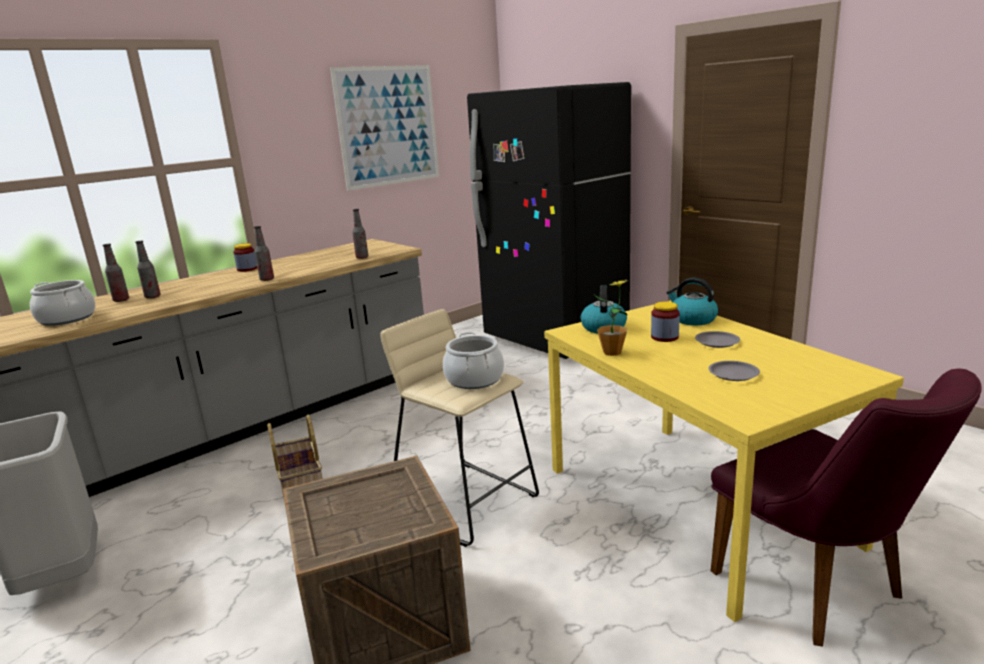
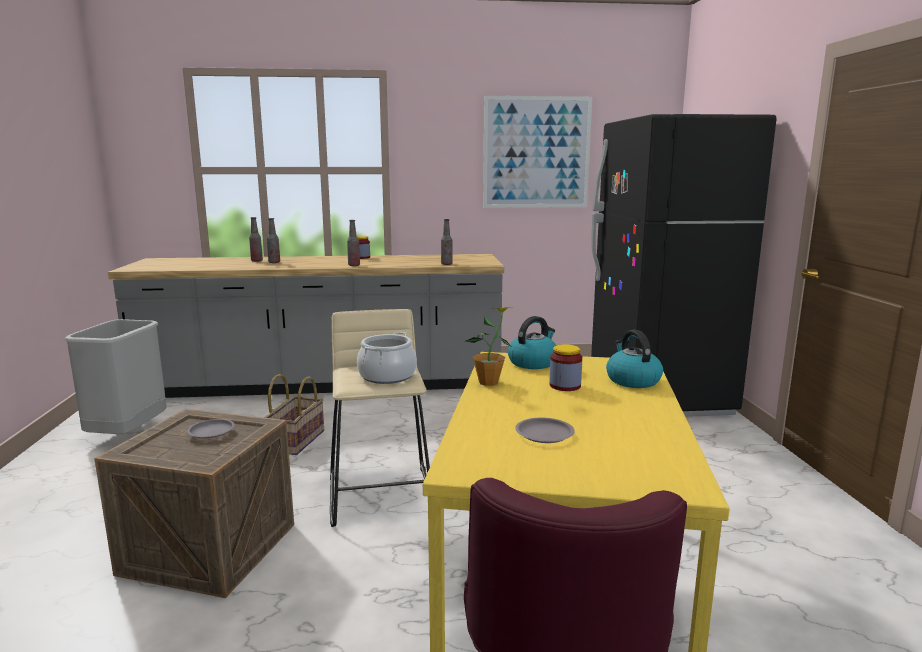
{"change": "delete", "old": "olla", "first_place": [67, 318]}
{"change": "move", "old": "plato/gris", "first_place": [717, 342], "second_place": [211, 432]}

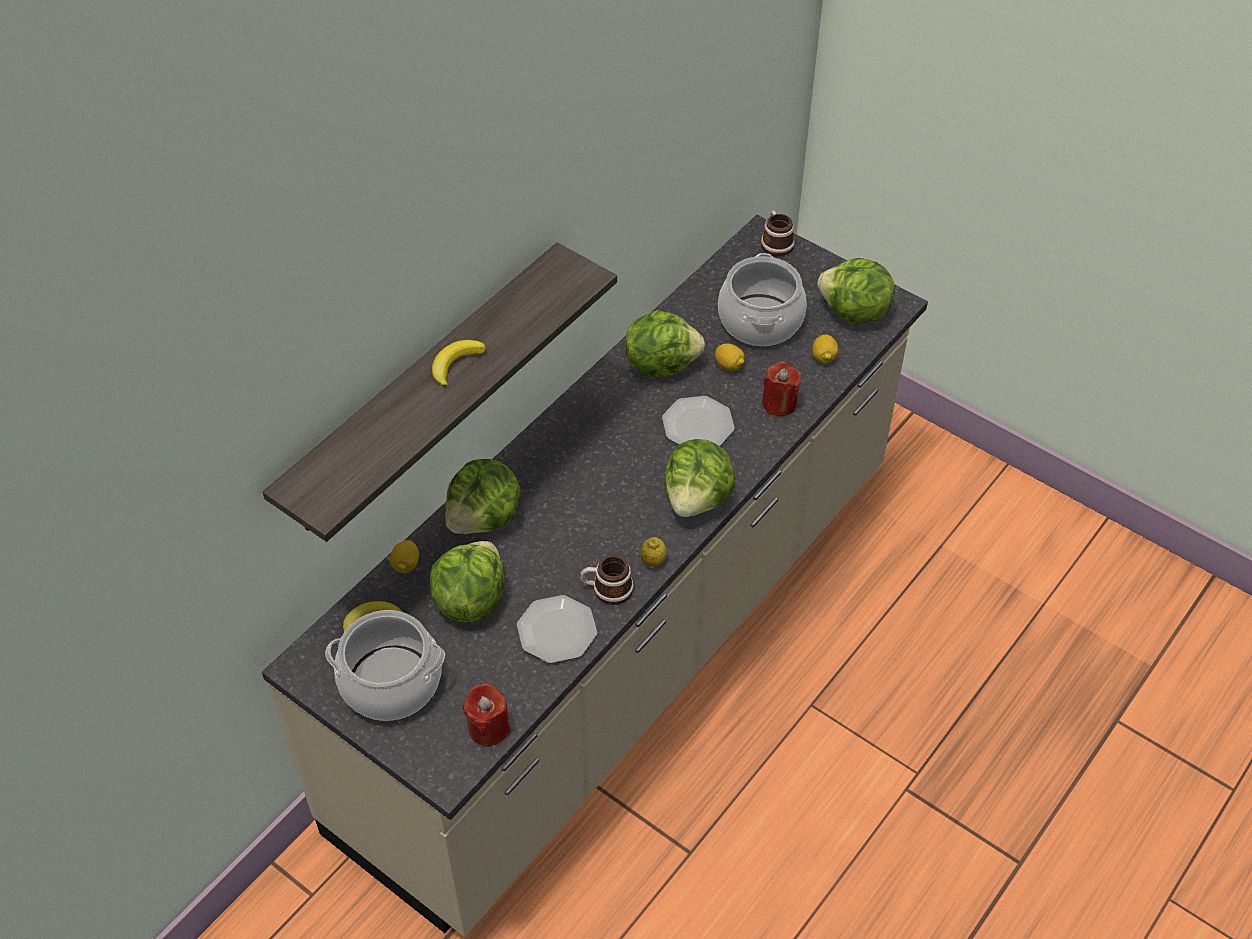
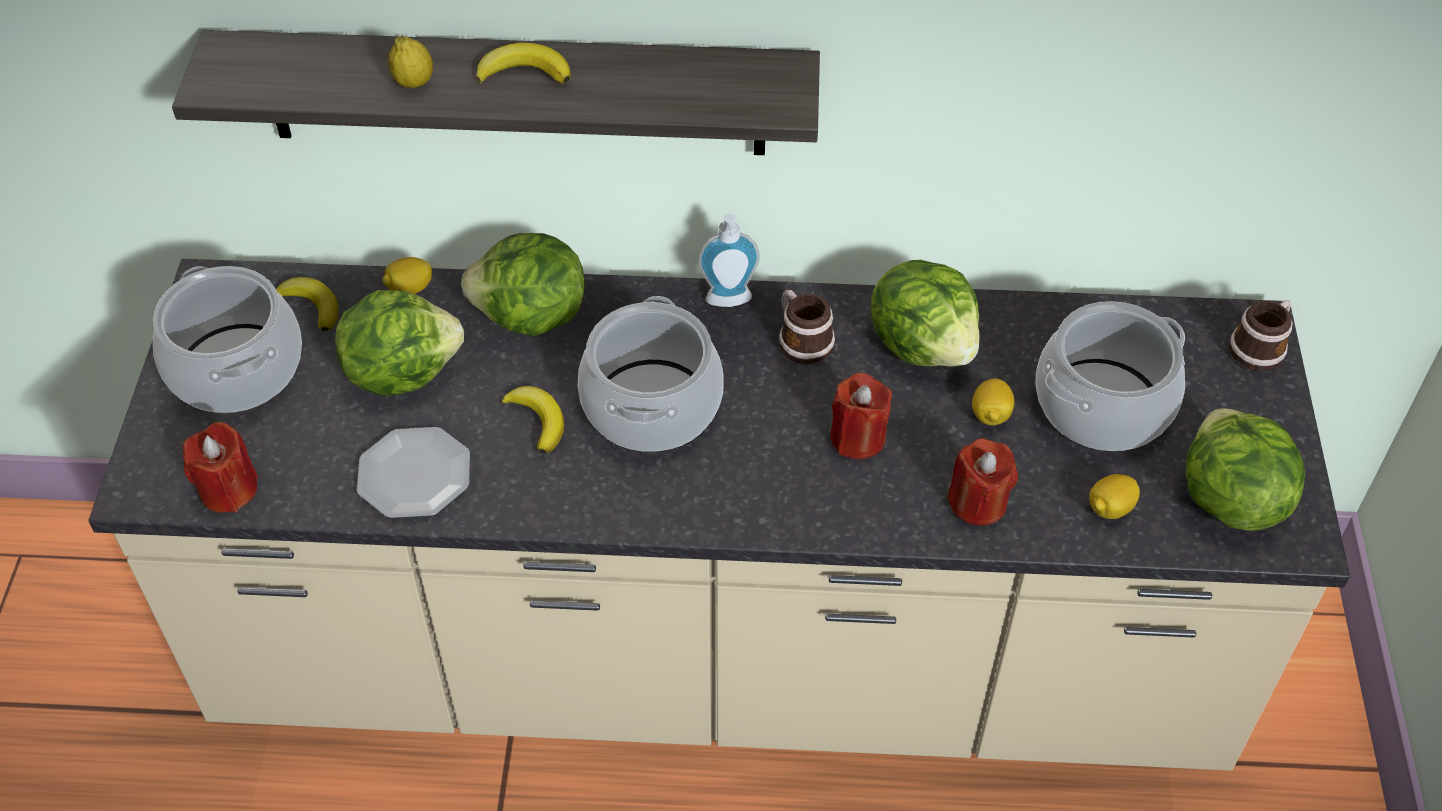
{"change": "replace", "old": "plato", "new": "vela/rojo", "first_place": [698, 425], "second_place": [858, 438]}
{"change": "delete", "old": "lechuga", "first_place": [697, 499]}
{"change": "move", "old": "limón", "first_place": [653, 561], "second_place": [414, 83]}
{"change": "move", "old": "taza grande", "first_place": [607, 589], "second_place": [801, 339]}
{"change": "insert", "new": "dispensador de jabón", "second_place": [729, 302]}
{"change": "insert", "new": "olla", "second_place": [651, 405]}
{"change": "insert", "new": "plátano", "second_place": [538, 420]}

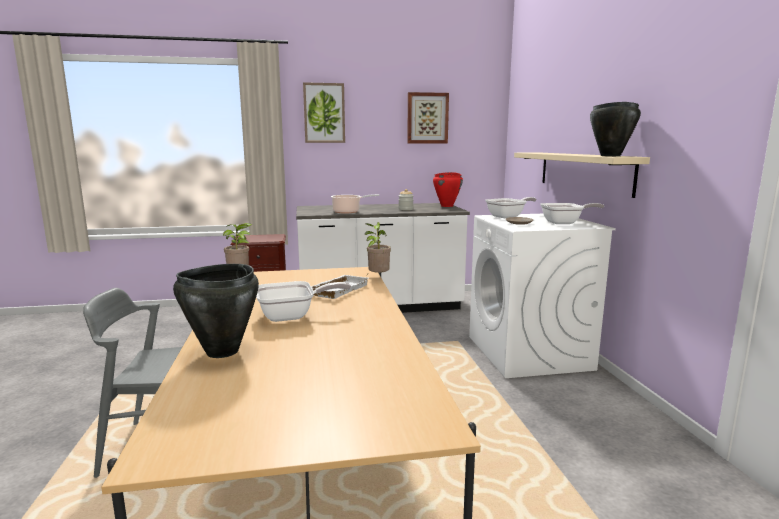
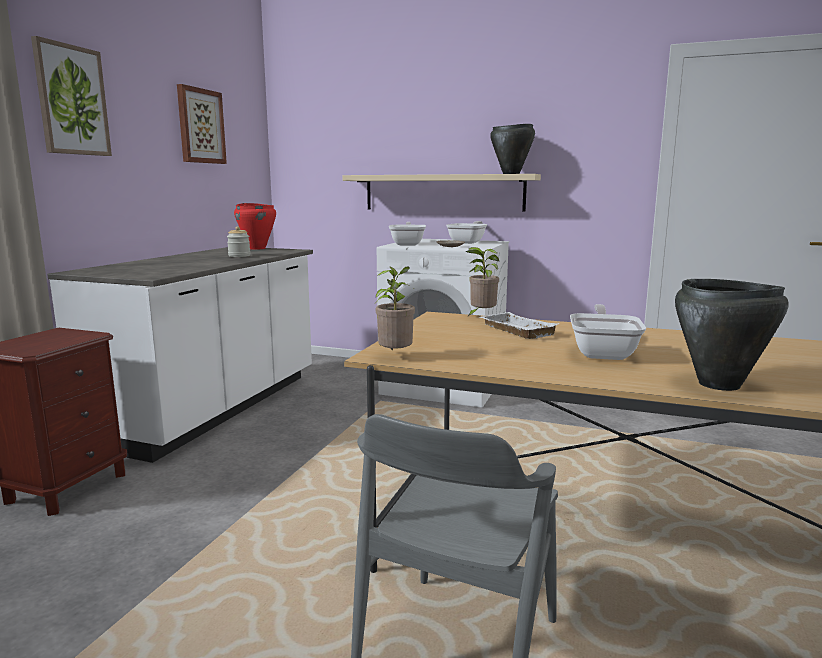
{"change": "delete", "old": "olla", "first_place": [348, 212]}

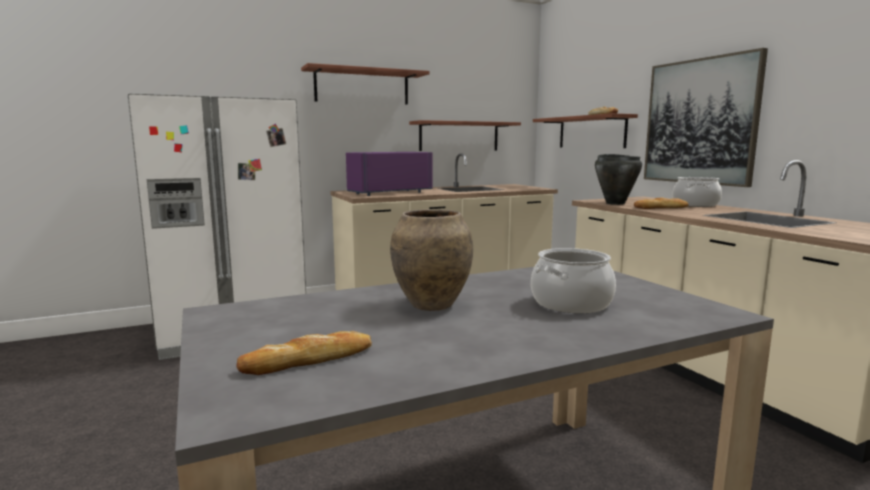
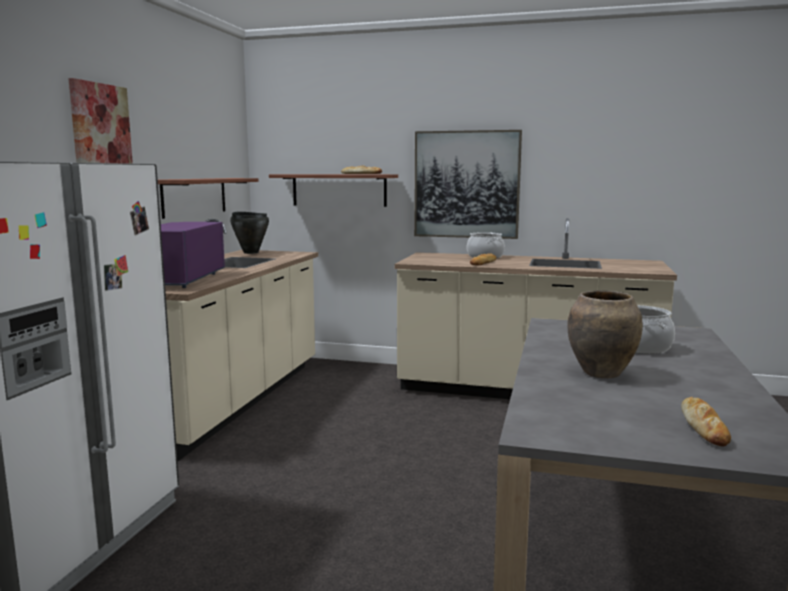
{"change": "replace", "old": "estante", "new": "cuadro", "first_place": [362, 87], "second_place": [101, 132]}
{"change": "move", "old": "olla/negro", "first_place": [615, 203], "second_place": [251, 252]}

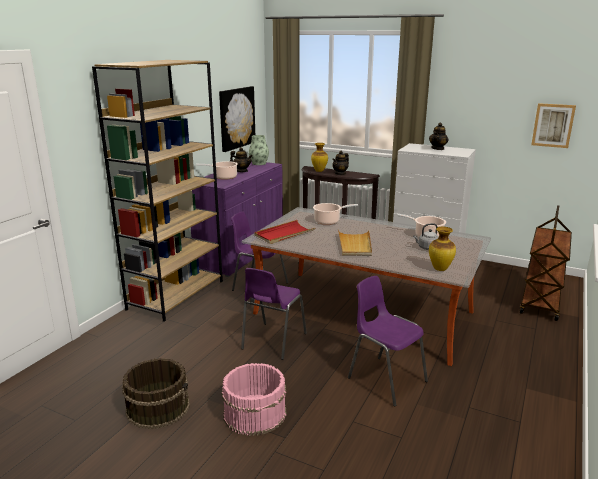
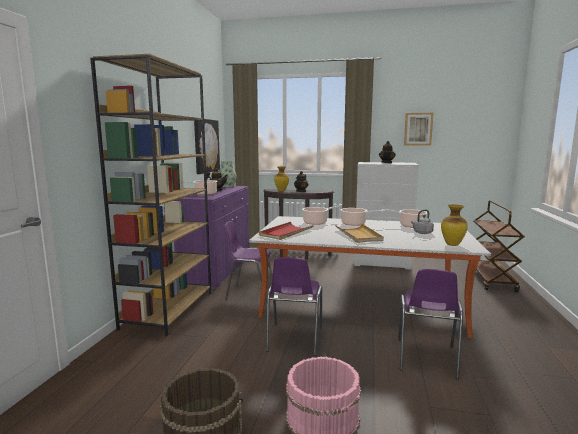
{"change": "move", "old": "cuadro", "first_place": [553, 125], "second_place": [418, 129]}
{"change": "rotate", "old": "silla/morado", "first_place": [385, 379], "second_place": [426, 358], "degrees": -105}
{"change": "insert", "new": "olla", "second_place": [355, 224]}

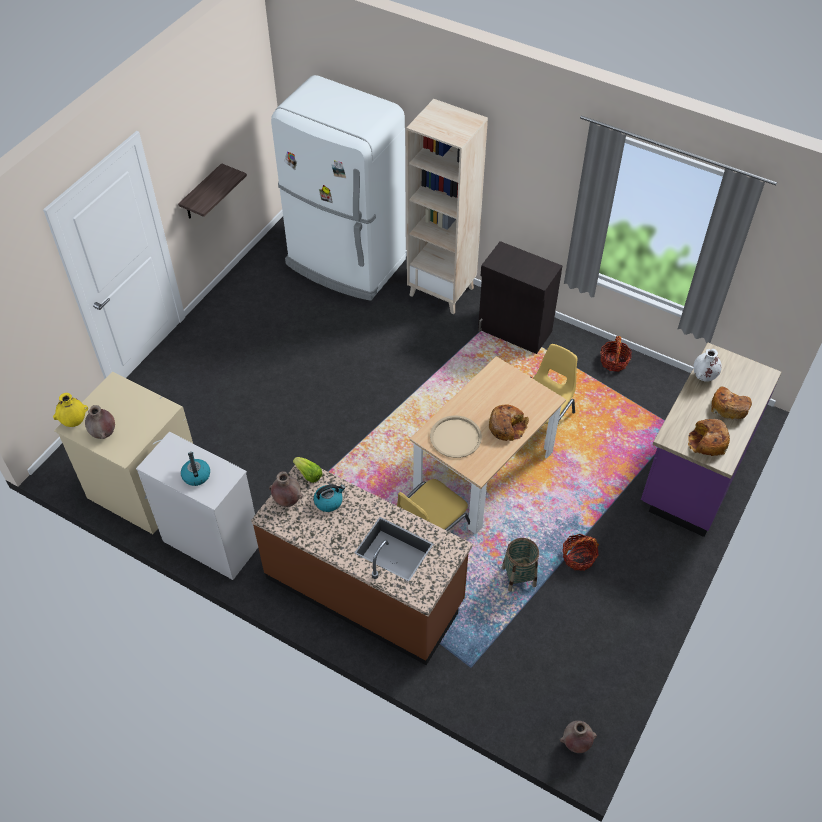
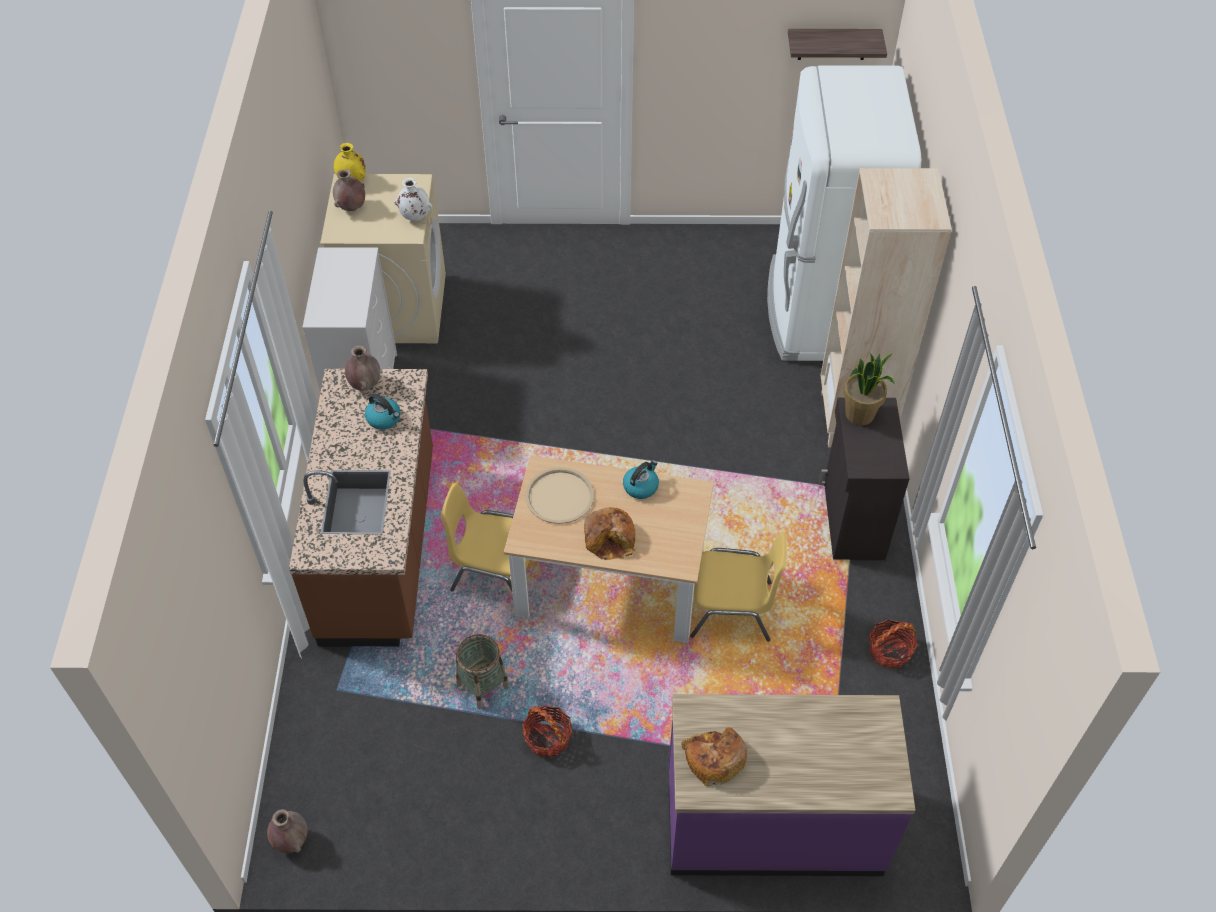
{"change": "move", "old": "estante", "first_place": [202, 193], "second_place": [832, 44]}
{"change": "move", "old": "florero/blanco", "first_place": [703, 377], "second_place": [415, 217]}
{"change": "delete", "old": "pan", "first_place": [729, 406]}
{"change": "move", "old": "hervidor", "first_place": [196, 475], "second_place": [641, 486]}
{"change": "delete", "old": "lechuga", "first_place": [308, 474]}
{"change": "insert", "new": "planta en maceta", "second_place": [860, 414]}

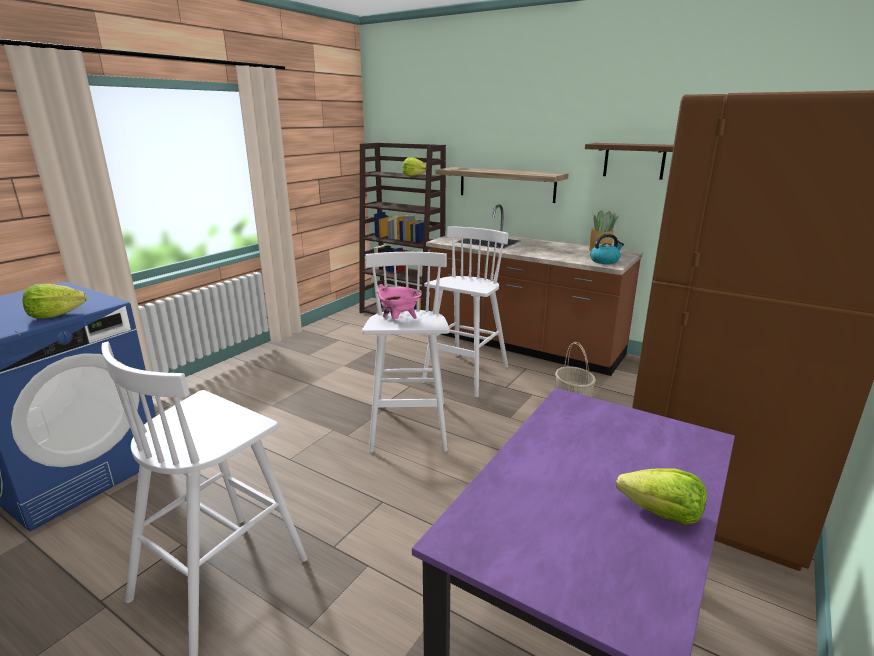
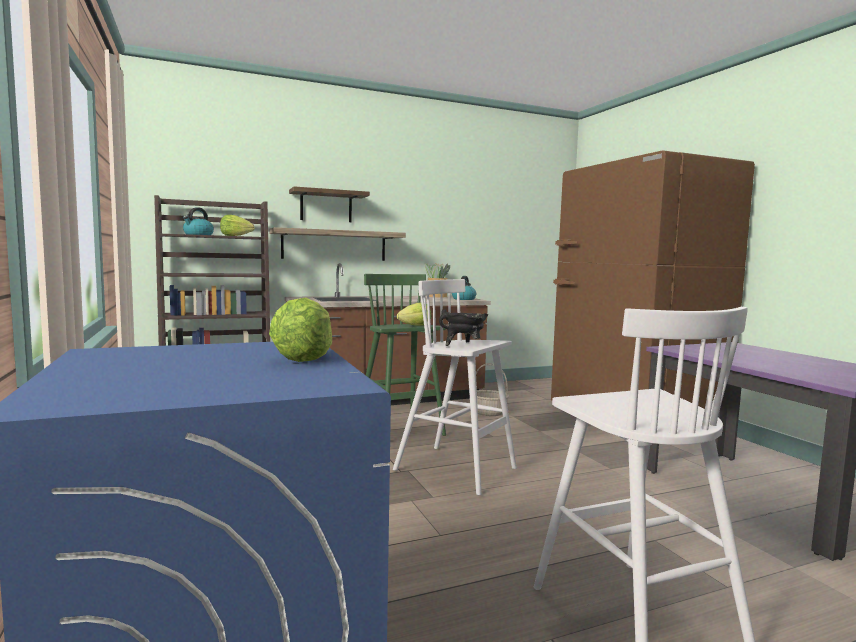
{"change": "move", "old": "estante", "first_place": [634, 161], "second_place": [326, 206]}
{"change": "recolor", "old": "taburete/blanco", "new": "taburete/verde", "first_place": [465, 375], "second_place": [400, 428]}
{"change": "recolor", "old": "olla/rosa", "new": "olla/negro", "first_place": [399, 321], "second_place": [464, 345]}
{"change": "move", "old": "lechuga", "first_place": [661, 514], "second_place": [415, 325]}
{"change": "insert", "new": "hervidor", "second_place": [198, 234]}

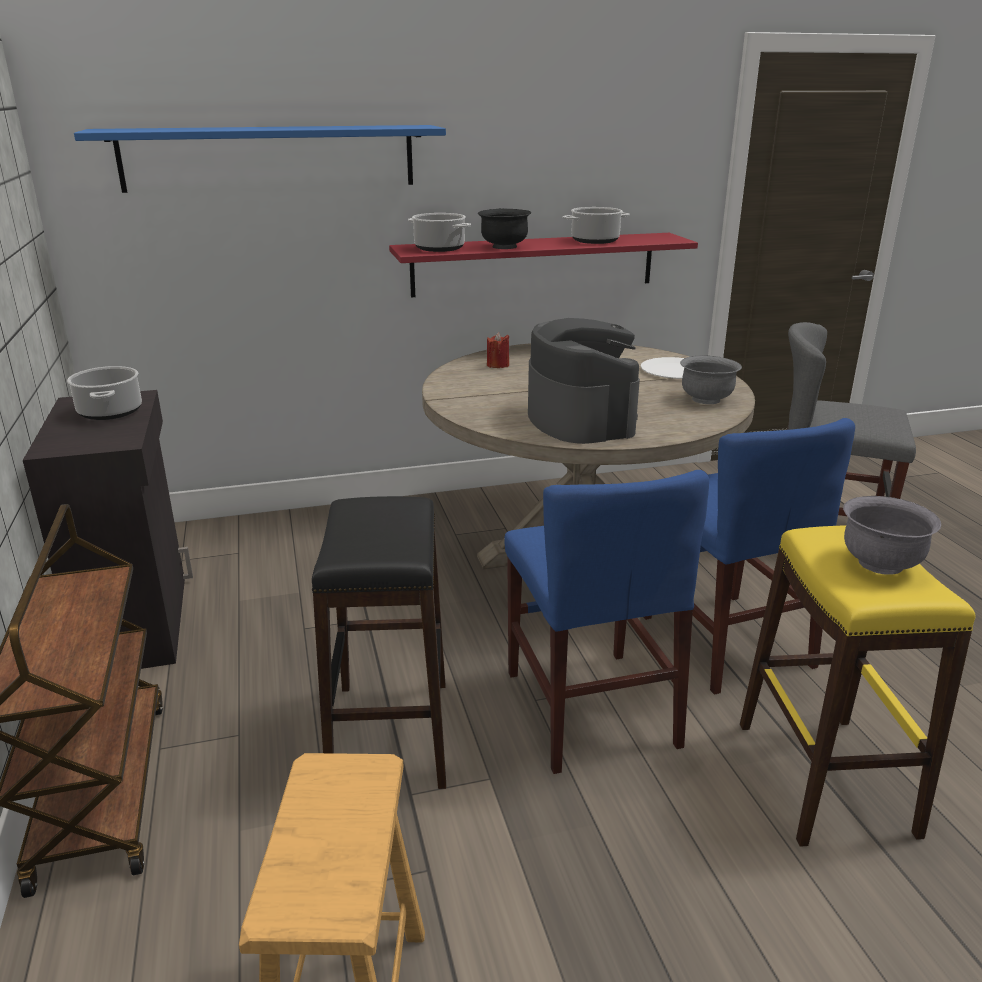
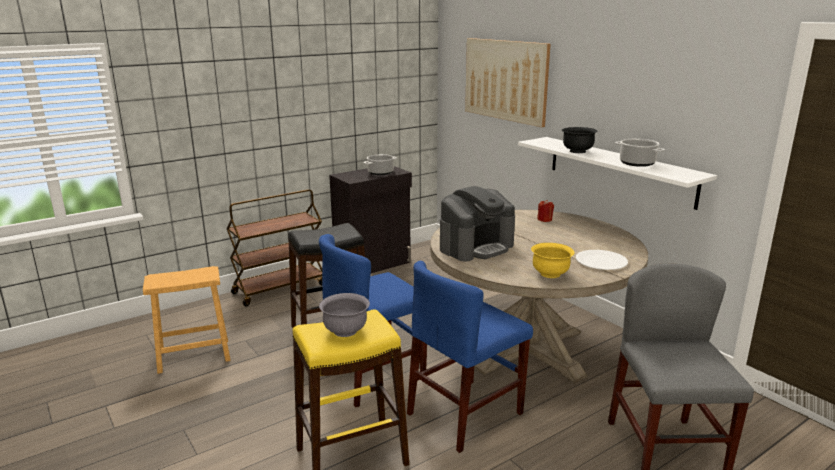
{"change": "replace", "old": "estante/azul", "new": "cuadro", "first_place": [270, 158], "second_place": [505, 80]}
{"change": "delete", "old": "olla", "first_place": [440, 248]}
{"change": "recolor", "old": "estante/rojo", "new": "estante/blanco", "first_place": [534, 264], "second_place": [619, 170]}
{"change": "recolor", "old": "cuenco/gris", "new": "cuenco/amarillo", "first_place": [706, 400], "second_place": [550, 274]}

